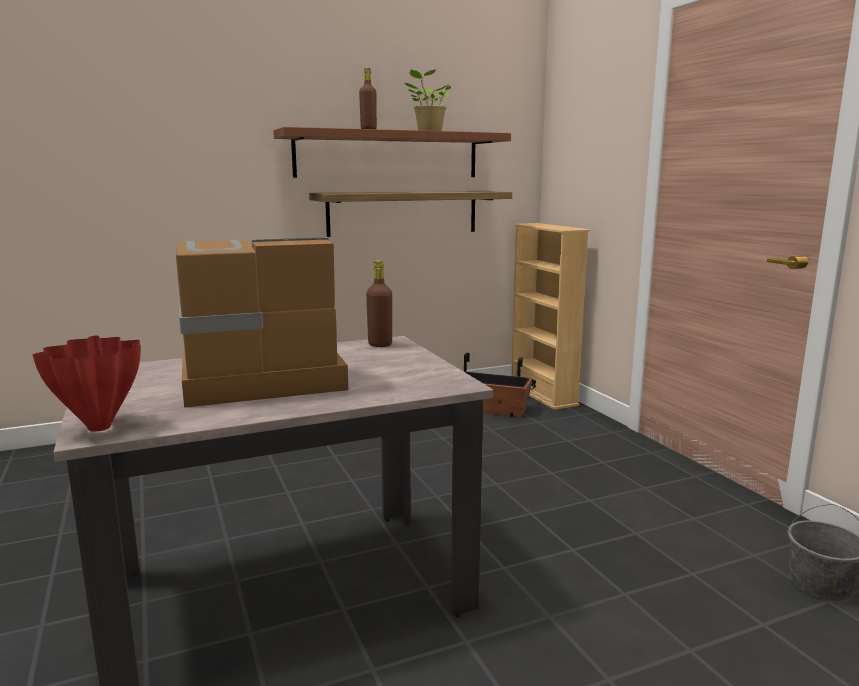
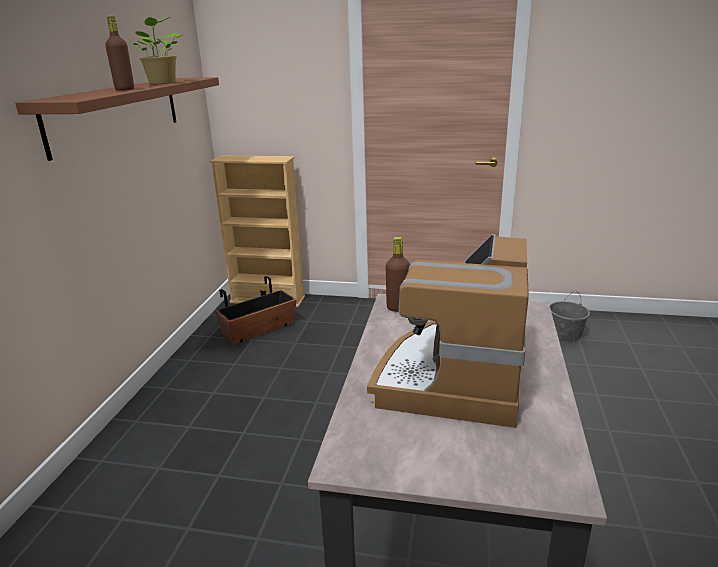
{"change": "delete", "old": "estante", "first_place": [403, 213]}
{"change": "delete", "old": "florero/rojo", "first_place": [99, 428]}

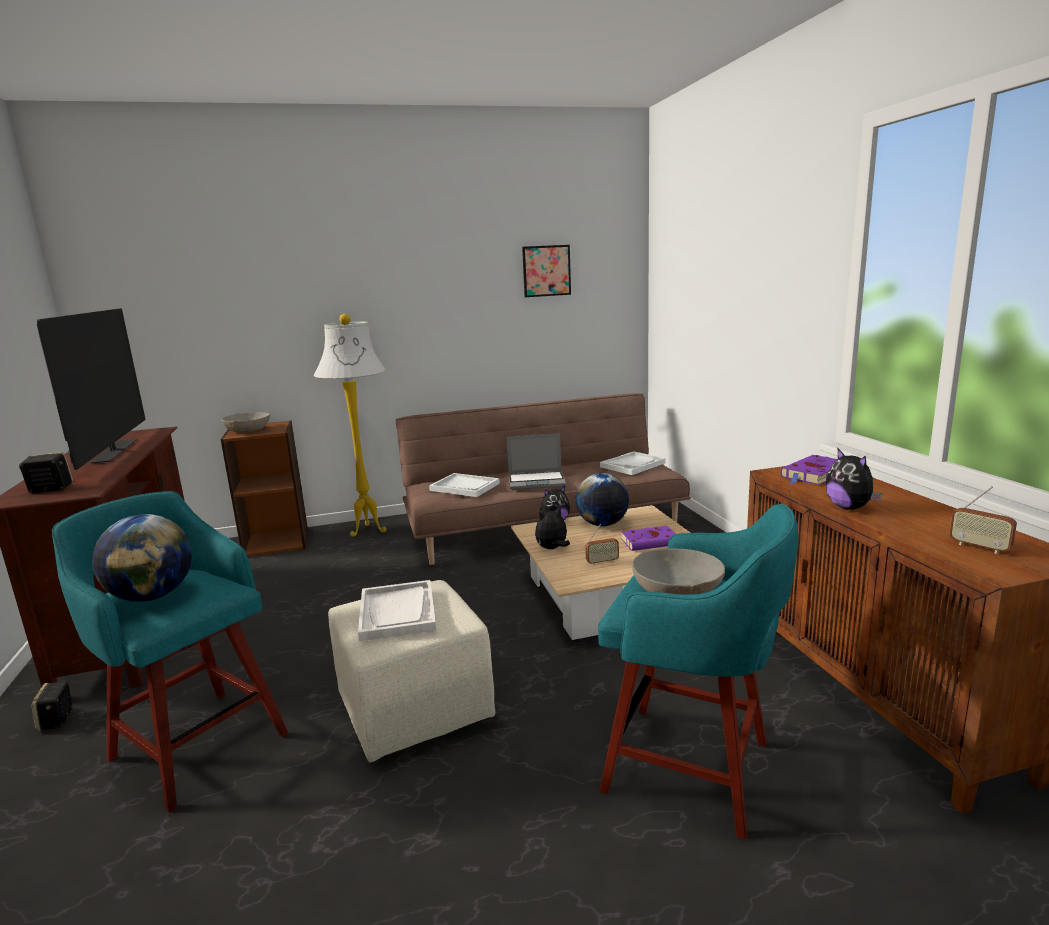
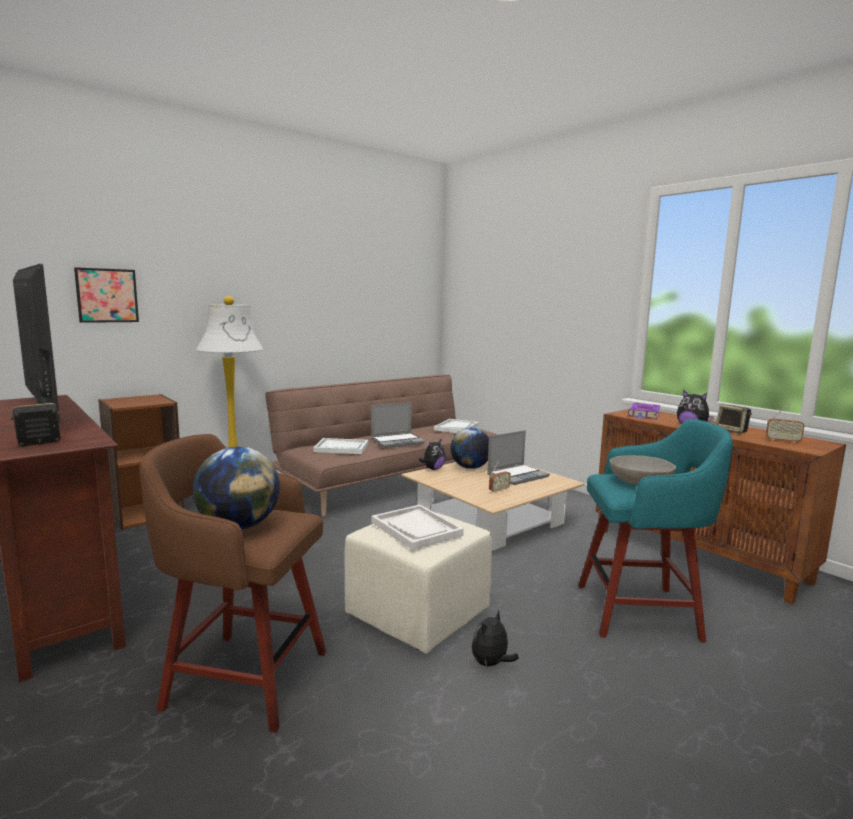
{"change": "move", "old": "cuadro", "first_place": [546, 271], "second_place": [107, 295]}
{"change": "delete", "old": "cuenco/gris", "first_place": [248, 430]}
{"change": "recolor", "old": "taburete/turquesa", "new": "taburete/marrón", "first_place": [196, 743], "second_place": [243, 678]}
{"change": "move", "old": "peluche", "first_place": [552, 549], "second_place": [491, 664]}
{"change": "replace", "old": "libro/morado", "new": "portátil", "first_place": [651, 542], "second_place": [517, 475]}
{"change": "move", "old": "altavoz", "first_place": [57, 720], "second_place": [732, 431]}

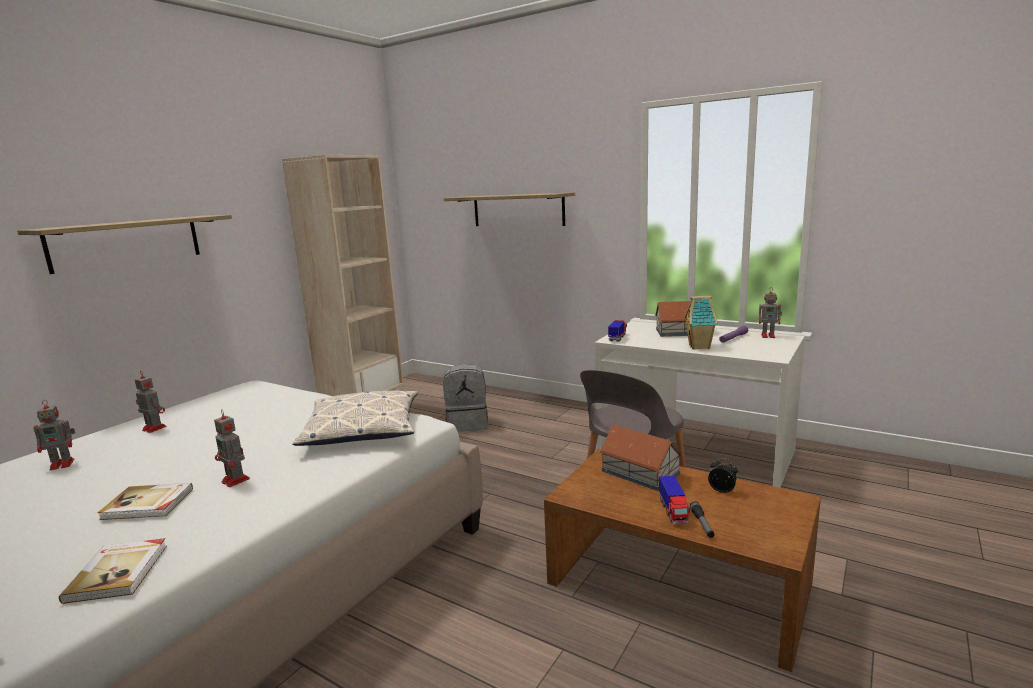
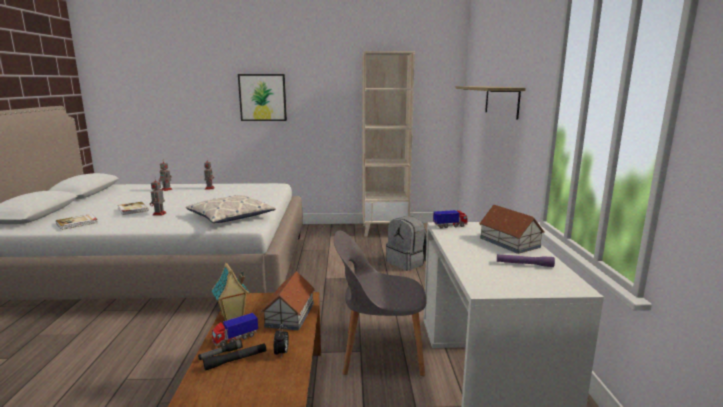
{"change": "replace", "old": "estante", "new": "cuadro", "first_place": [126, 242], "second_place": [262, 97]}
{"change": "delete", "old": "robot de juguete", "first_place": [769, 336]}
{"change": "move", "old": "casita", "first_place": [700, 346], "second_place": [232, 316]}
{"change": "insert", "new": "linterna/negro", "second_place": [236, 360]}

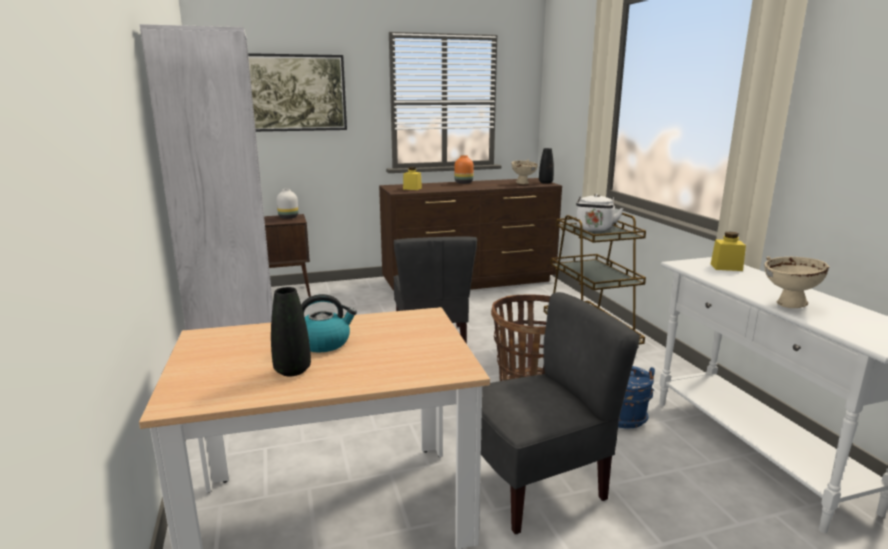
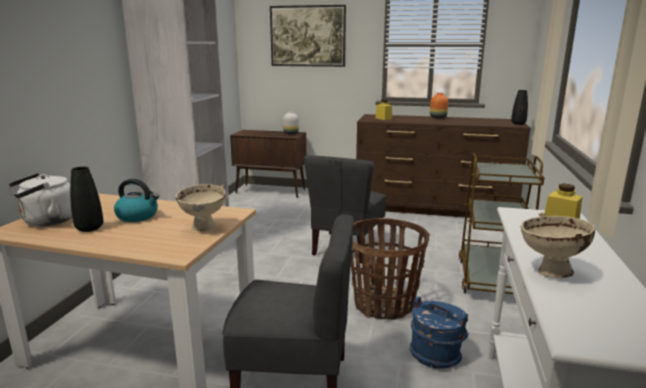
{"change": "move", "old": "cuenco/beis", "first_place": [523, 183], "second_place": [204, 228]}
{"change": "move", "old": "hervidor/blanco", "first_place": [594, 229], "second_place": [46, 221]}

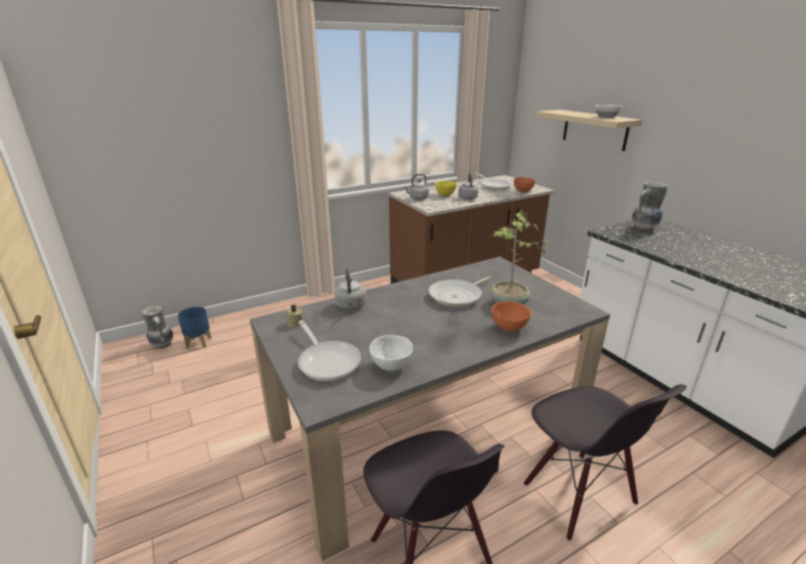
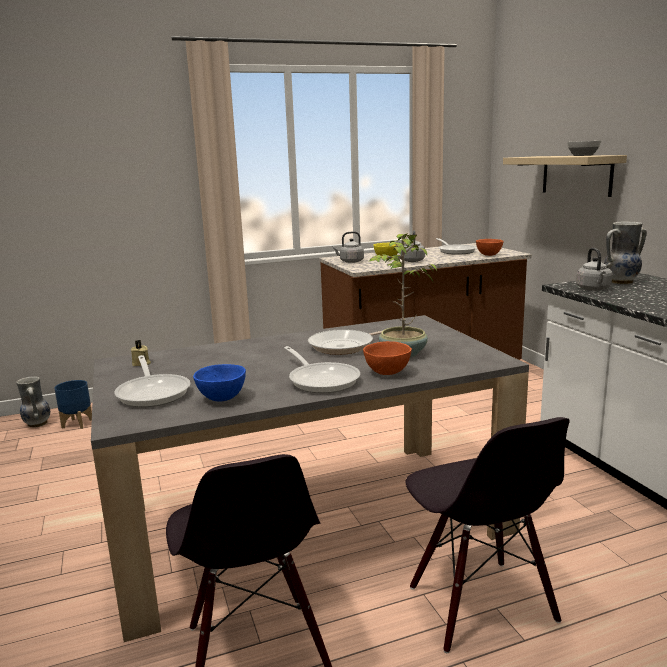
{"change": "move", "old": "hervidor/gris", "first_place": [351, 306], "second_place": [593, 289]}
{"change": "recolor", "old": "cuenco/blanco", "new": "cuenco/azul", "first_place": [391, 366], "second_place": [221, 399]}
{"change": "insert", "new": "sartén", "second_place": [321, 380]}

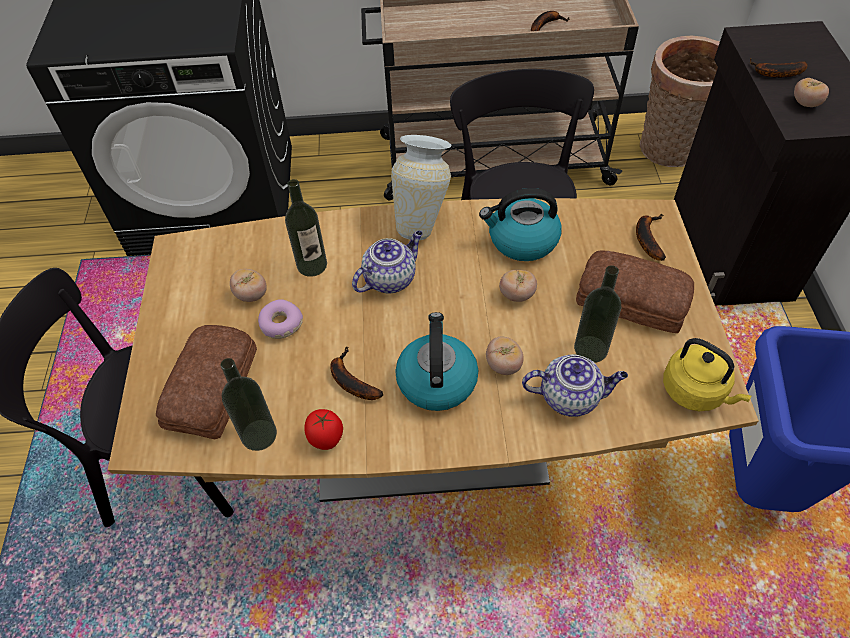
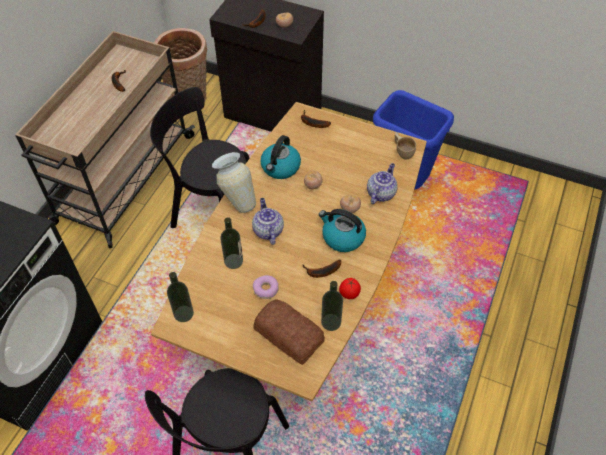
{"change": "delete", "old": "pan", "first_place": [632, 301]}
{"change": "move", "old": "botella", "first_place": [590, 349], "second_place": [183, 313]}
{"change": "delete", "old": "tomate", "first_place": [251, 295]}
{"change": "replace", "old": "hervidor/amarillo", "new": "taza/beis", "first_place": [696, 391], "second_place": [402, 151]}

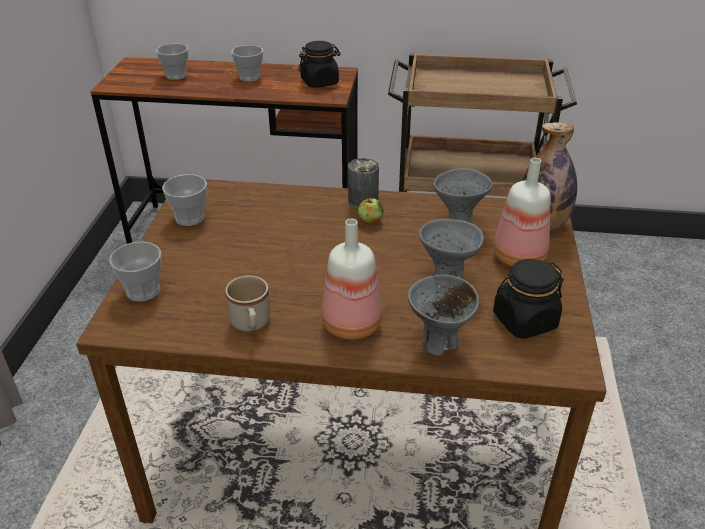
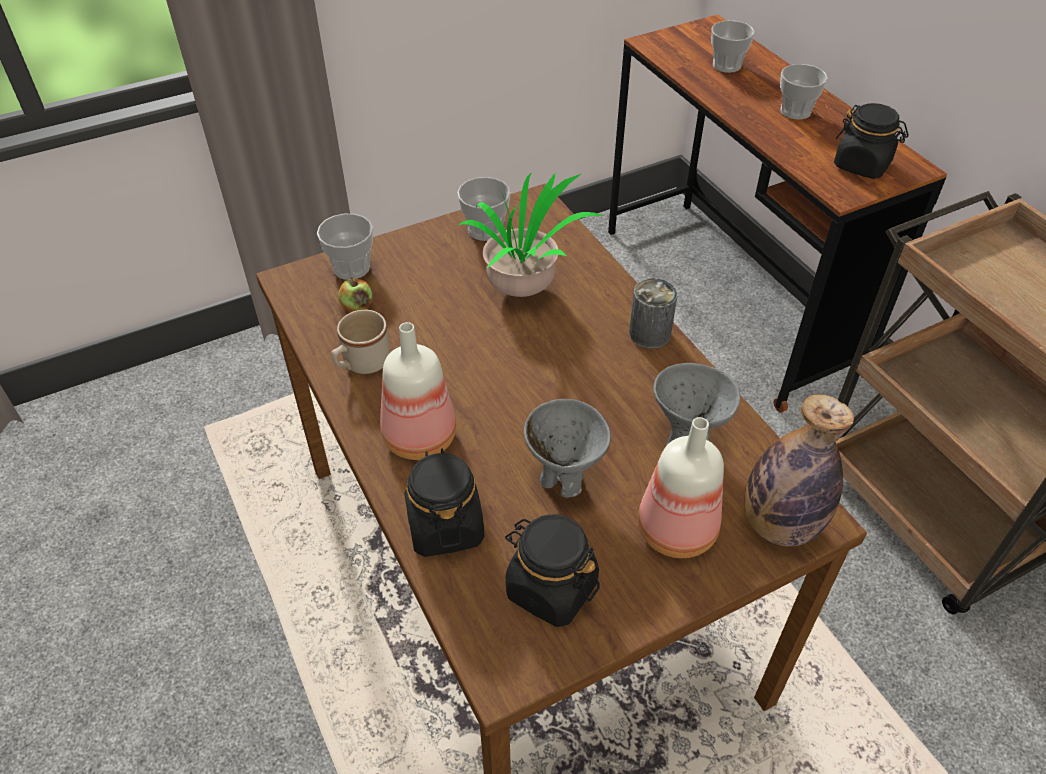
{"change": "move", "old": "manzana", "first_place": [370, 221], "second_place": [357, 307]}
{"change": "replace", "old": "cuenco/gris", "new": "tarro/negro", "first_place": [439, 344], "second_place": [445, 526]}
{"change": "insert", "new": "planta en maceta", "second_place": [526, 290]}

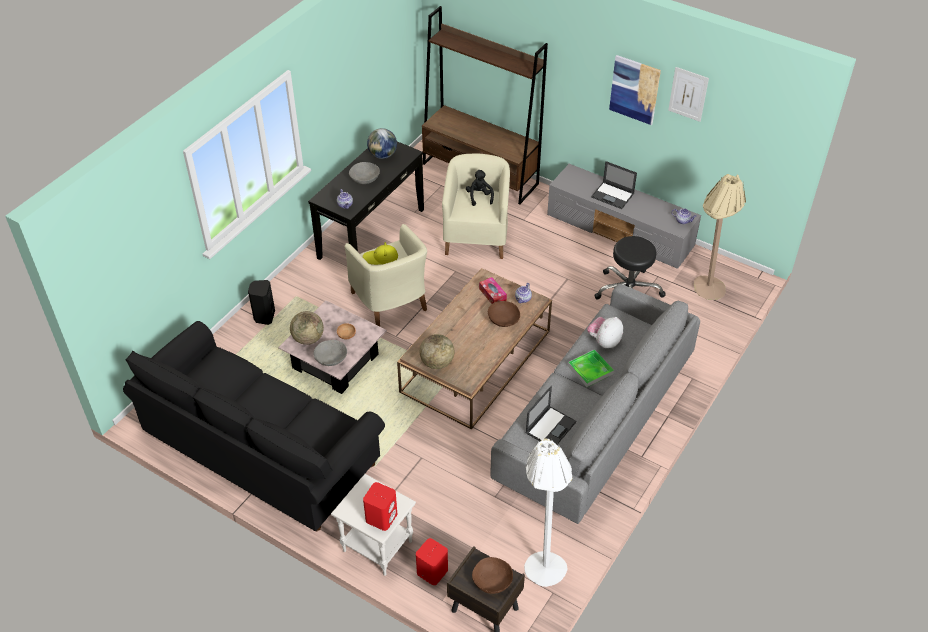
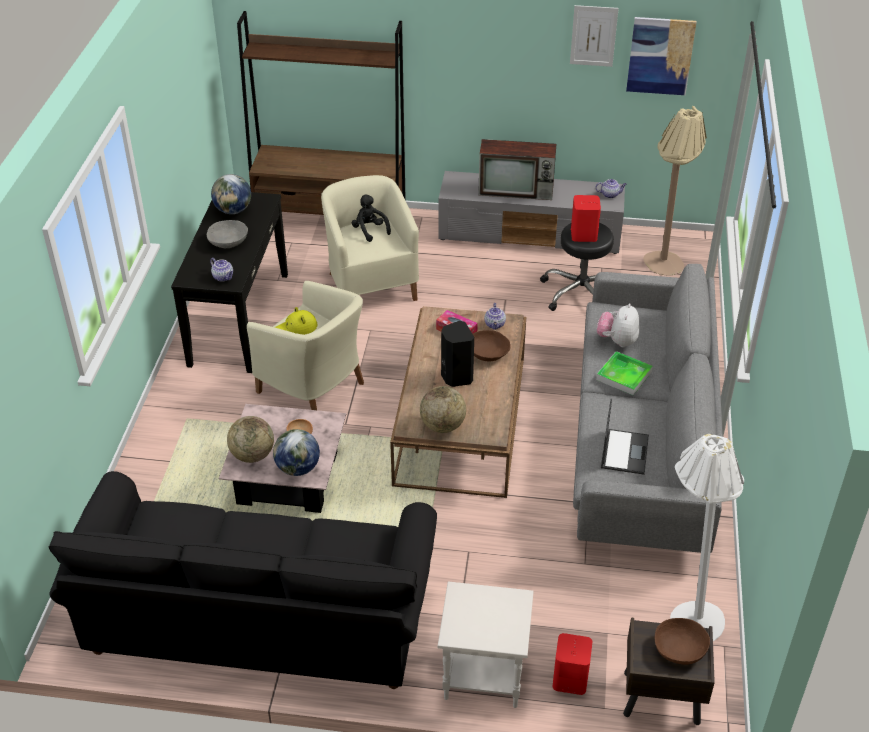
{"change": "move", "old": "cuadro", "first_place": [634, 89], "second_place": [660, 56]}
{"change": "replace", "old": "portátil", "new": "televisor", "first_place": [613, 195], "second_place": [517, 190]}
{"change": "move", "old": "altavoz/negro", "first_place": [264, 316], "second_place": [456, 377]}
{"change": "replace", "old": "cuenco/gris", "new": "globo terráqueo", "first_place": [331, 358], "second_place": [297, 468]}
{"change": "move", "old": "altavoz/rojo", "first_place": [381, 517], "second_place": [583, 234]}

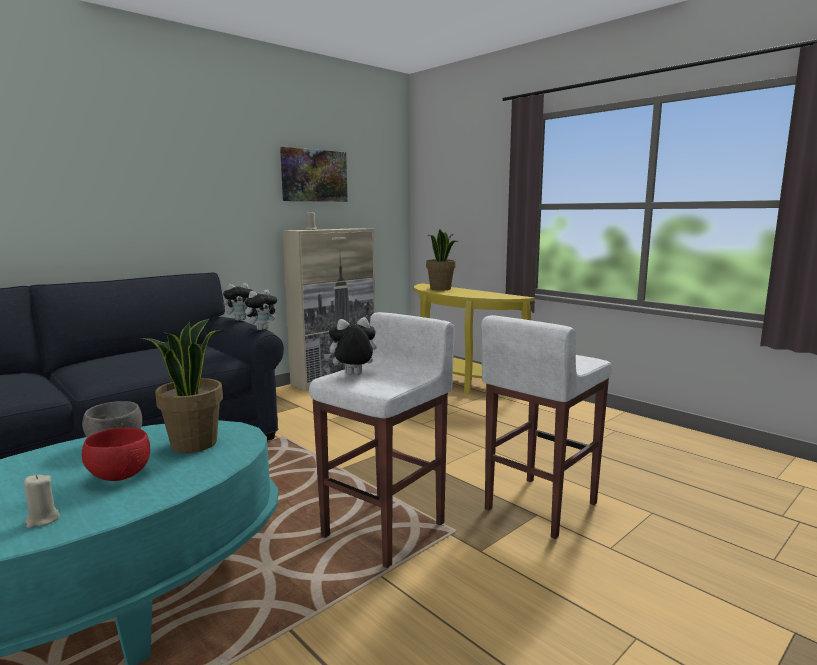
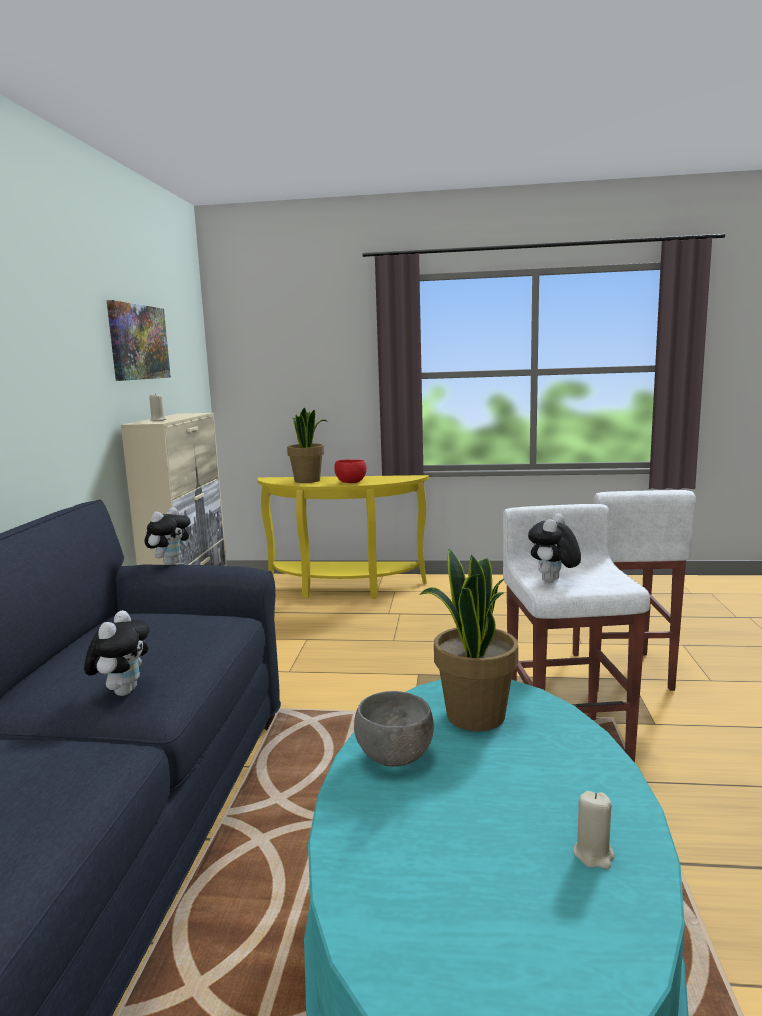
{"change": "move", "old": "peluche", "first_place": [262, 329], "second_place": [123, 691]}
{"change": "move", "old": "cuenco/rojo", "first_place": [120, 476], "second_place": [351, 483]}

